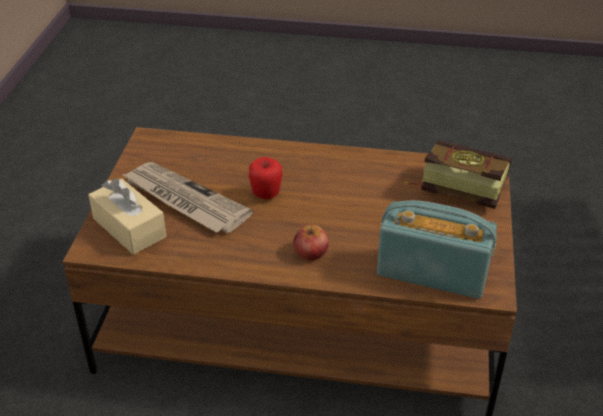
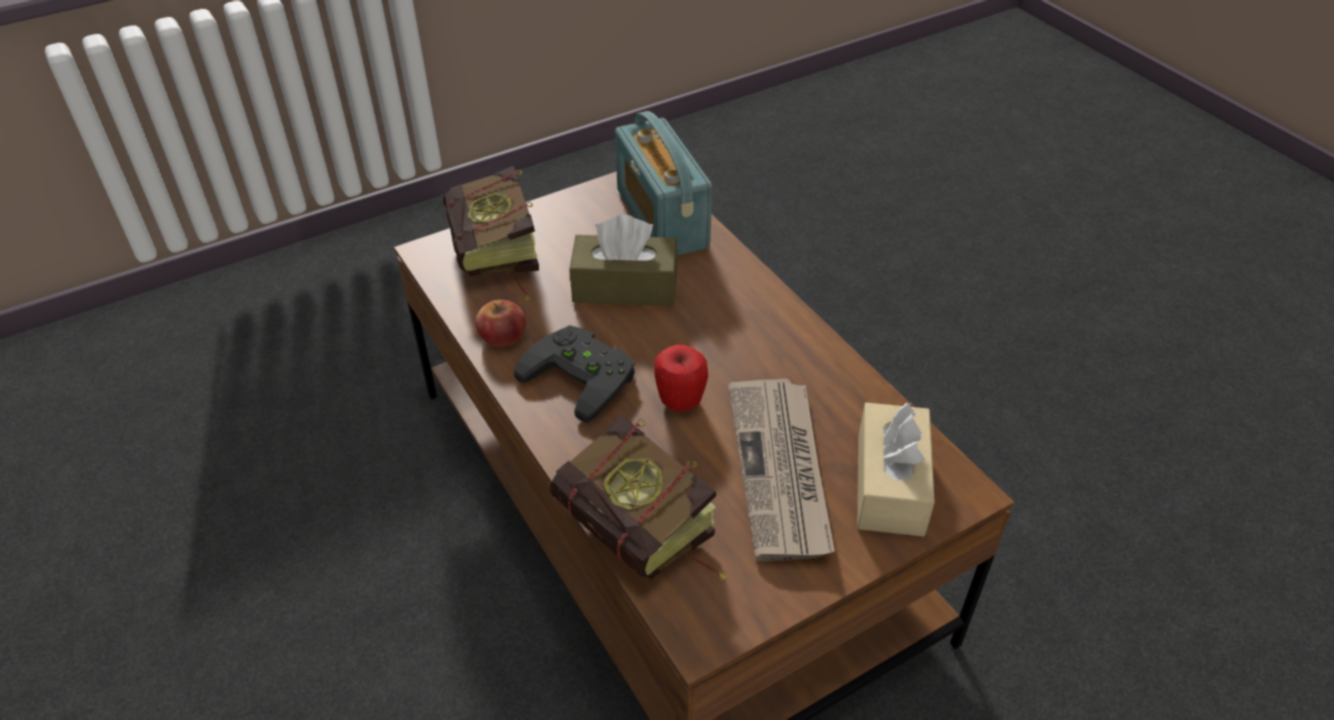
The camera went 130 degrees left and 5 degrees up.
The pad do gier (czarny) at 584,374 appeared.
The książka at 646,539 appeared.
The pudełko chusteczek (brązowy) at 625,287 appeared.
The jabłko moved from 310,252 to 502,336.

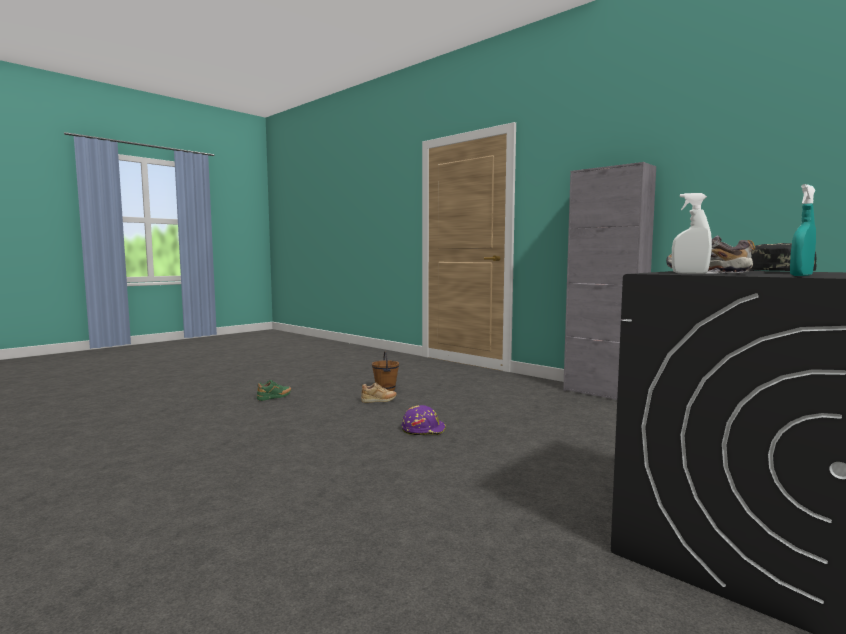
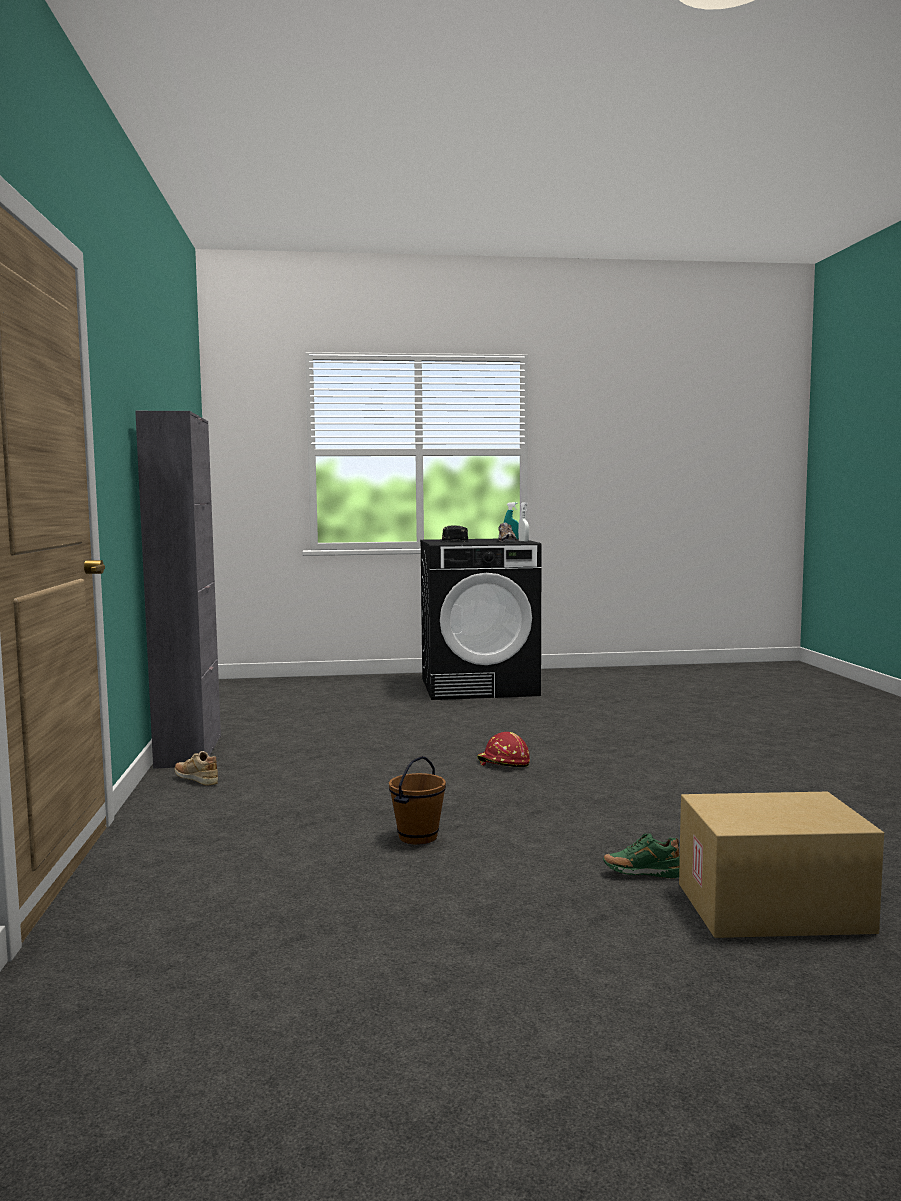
The camera went 140 degrees left and 0 degrees up.
The karton at 772,909 appeared.
The but (beżowy) moved from 379,401 to 196,780.
The kask (fioletowy) at 423,429 became the kask (czerwony) at 503,763.

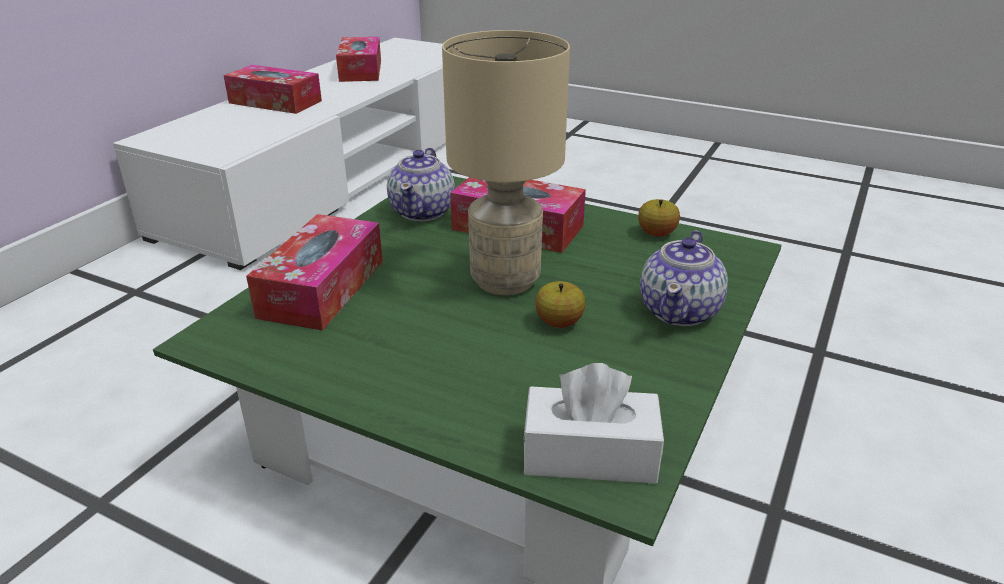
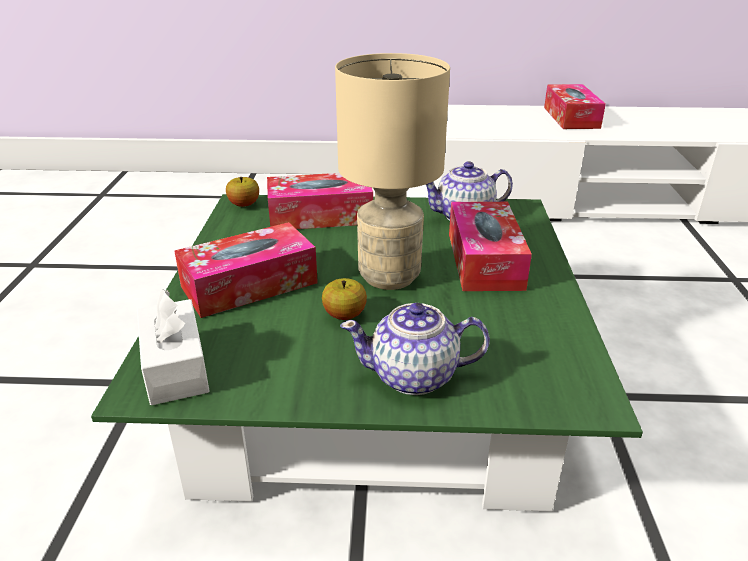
The camera went 65 degrees right and 0 degrees up.
The pudełko chusteczek moved from 360,70 to 249,285.
The jabłko moved from 656,233 to 244,205.

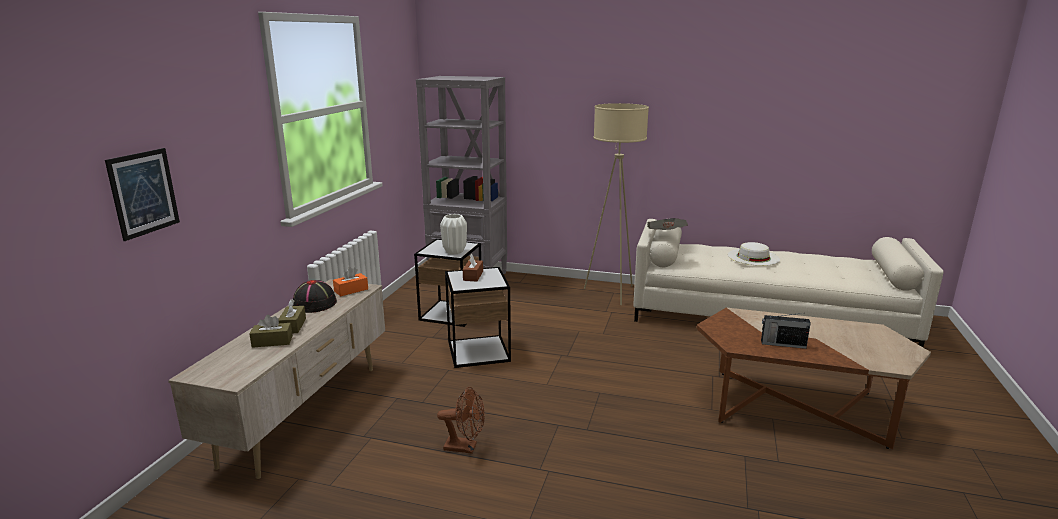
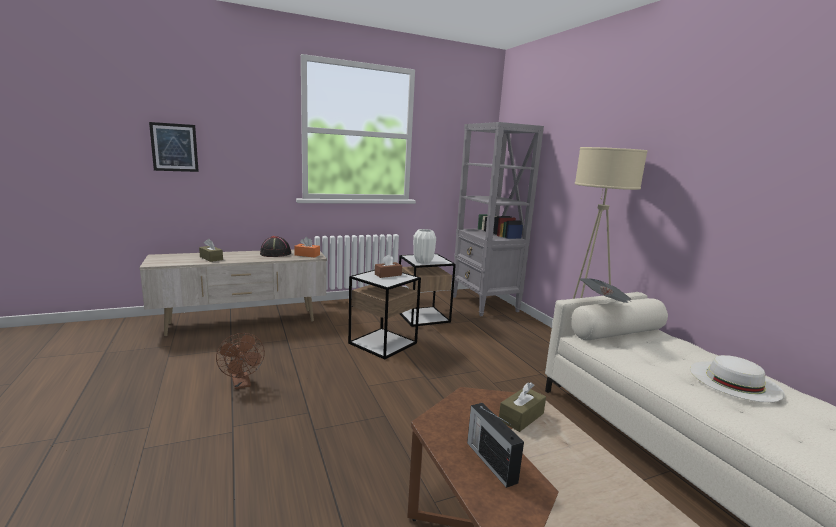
The camera went 50 degrees right and 5 degrees down.
The pudełko chusteczek (brązowy) moved from 293,326 to 521,417.

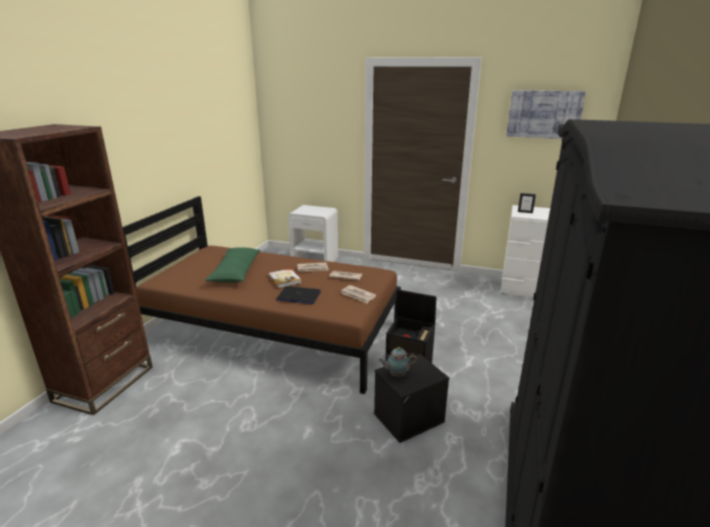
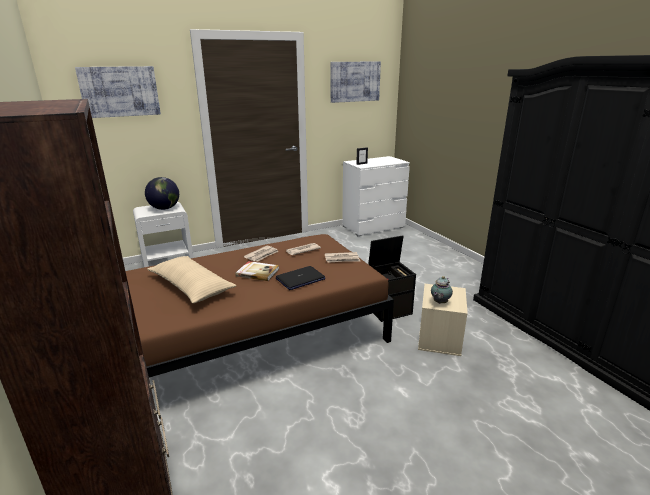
The camera went 45 degrees left and 0 degrees up.
The obraz at 120,91 appeared.
The globus at 165,208 appeared.
The poduszka (zielony) at 235,272 became the poduszka (beżowy) at 191,287.
The pojemnik do przechowywania (czarny) at 409,417 became the pojemnik do przechowywania (beżowy) at 439,338.

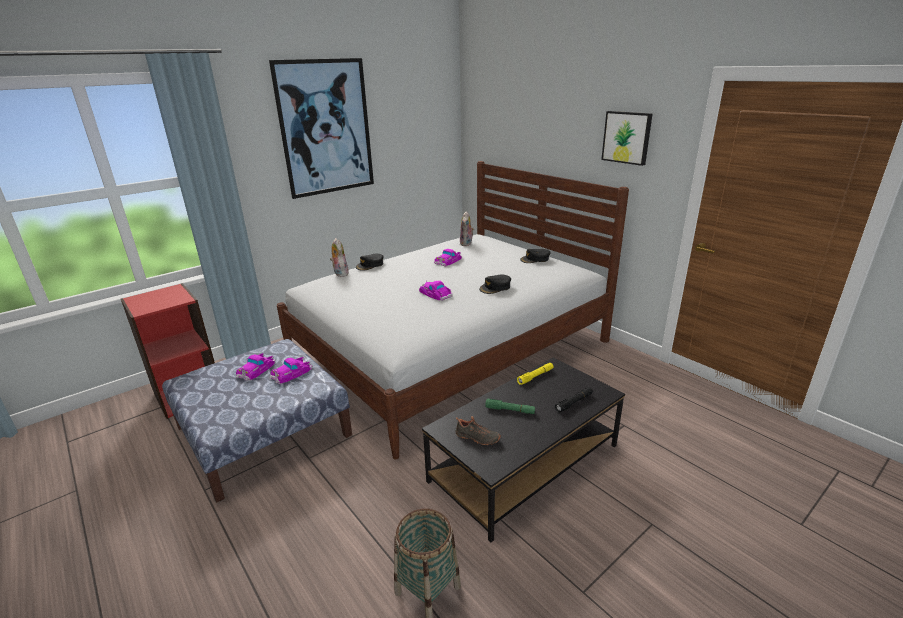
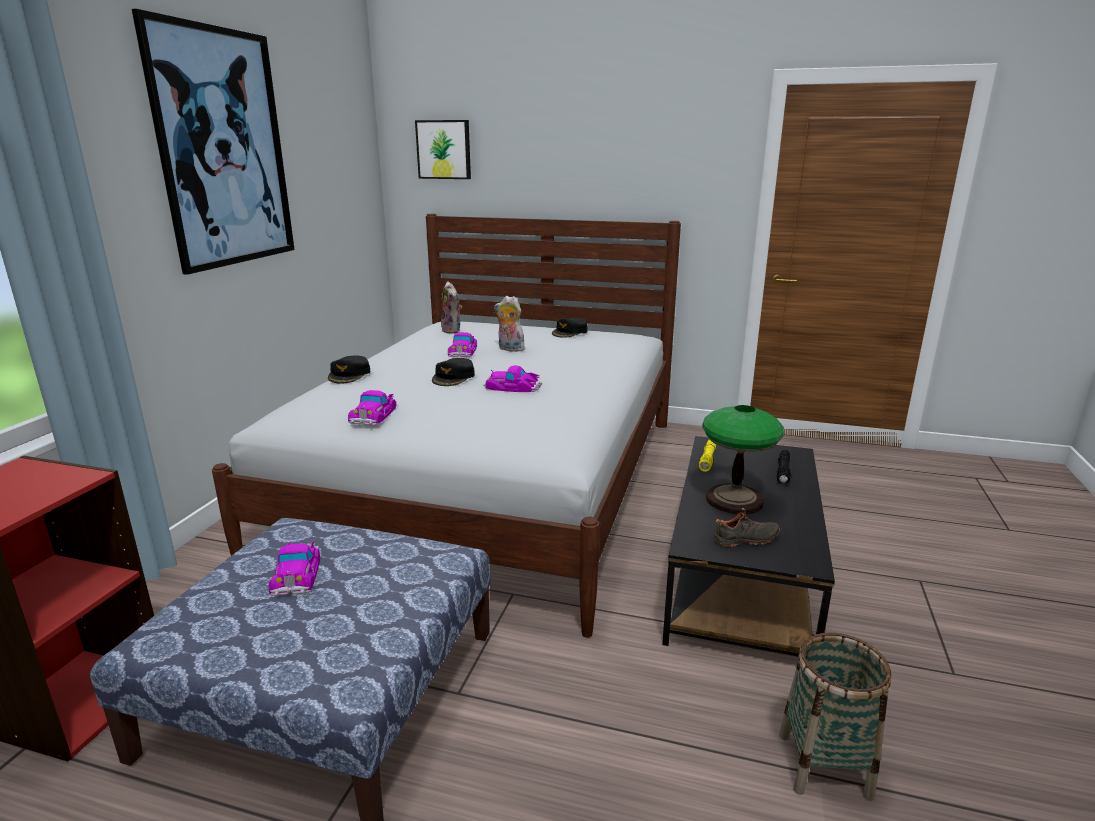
The camera went 35 degrees left and 5 degrees down.
The samochodzik moved from 291,373 to 374,414.
The pluszak moved from 340,273 to 509,349.
The czapka z daszkiem (czarny) moved from 495,287 to 453,377.
The obraz moved from 627,137 to 444,149.
The latarka (zielony) at 510,410 was replaced by the lampa stołowa at 735,500.

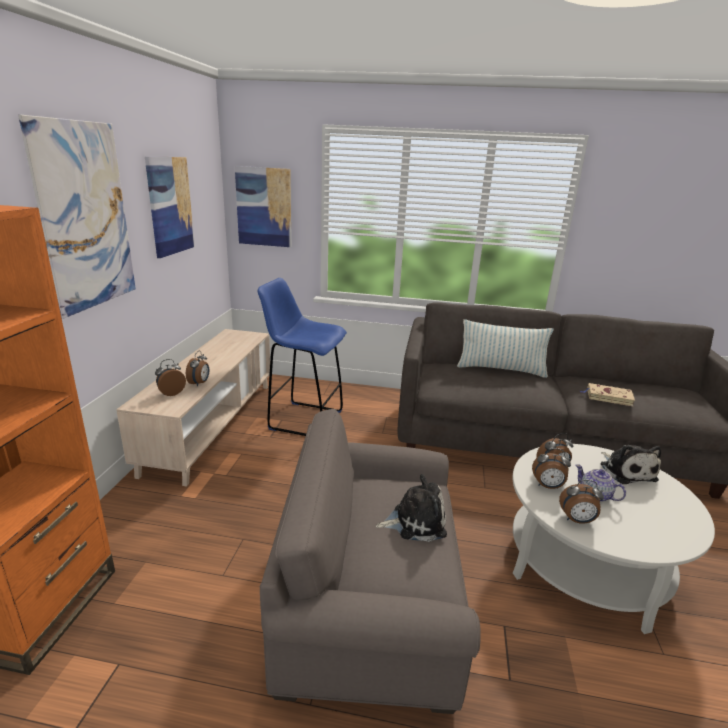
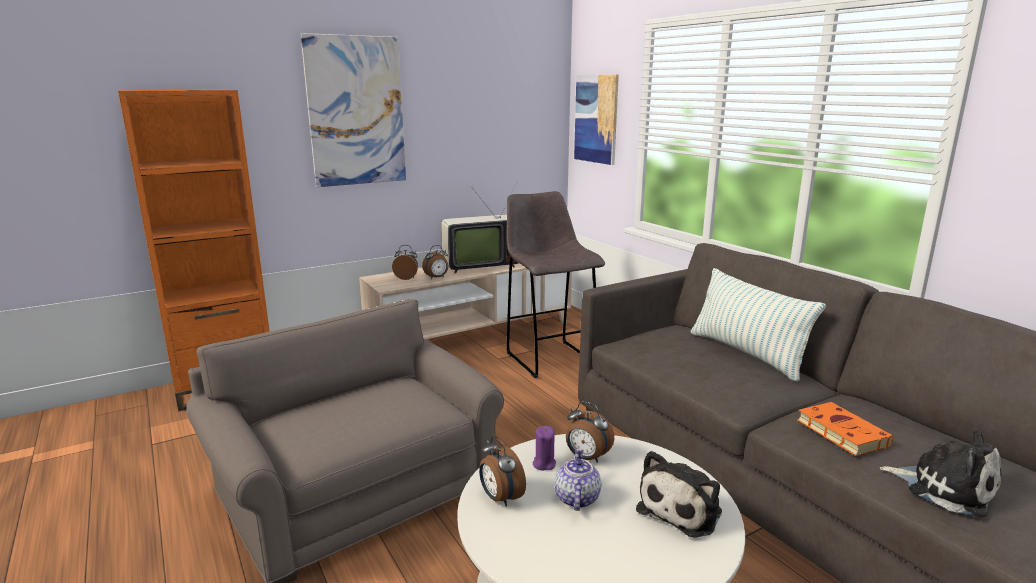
The camera went 50 degrees right and 5 degrees down.
The obraz at 170,206 disappeared.
The telewizor at 478,265 appeared.
The pluszak moved from 415,521 to 945,487.
The budzik at 547,486 was replaced by the świeca (fioletowy) at 544,464.
The stołek (niebieski) at 303,419 became the stołek (szary) at 549,358.
The książka (beżowy) at 607,397 became the książka (pomarańczowy) at 839,432.

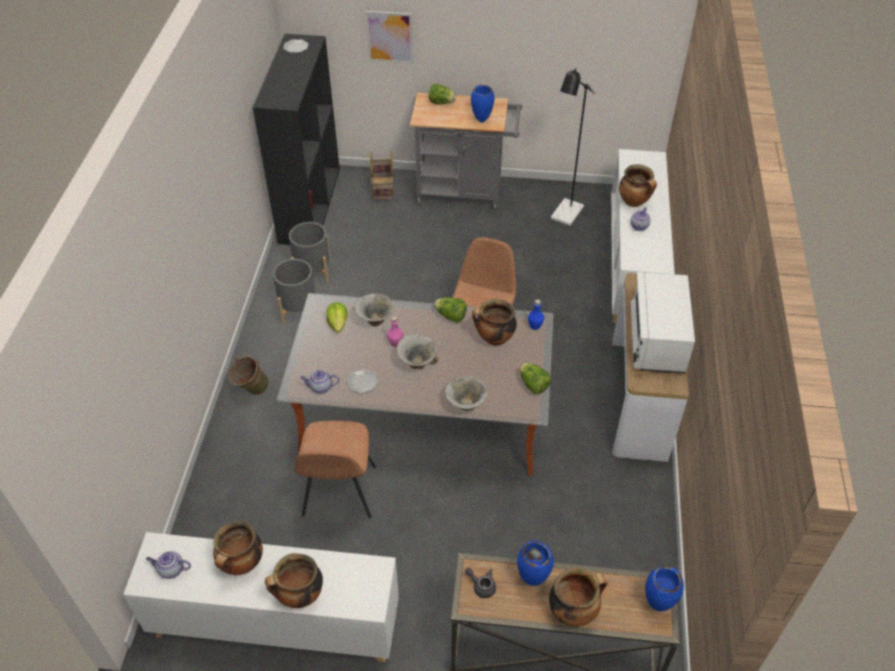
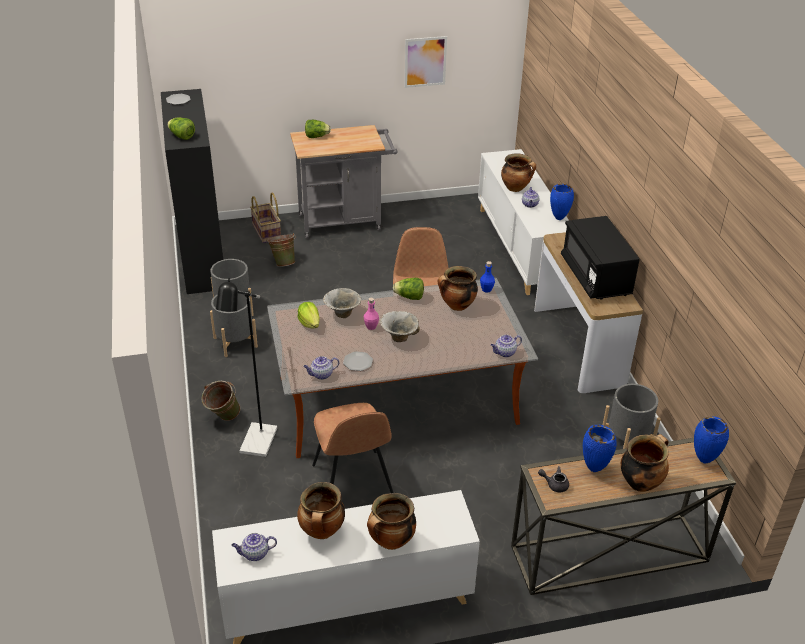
The camera went 20 degrees left and 10 degrees down.
The miska at 465,404 disappeared.
The wiadro (zielony) at 283,262 appeared.
The imbryk at 505,353 appeared.
The donica (szary) at 627,440 appeared.
The obraz moved from 390,37 to 425,61.
The wazon (niebieski) moved from 481,121 to 558,219.
The sałata moved from 533,385 to 182,136.
The lampa stojąca (czarny) moved from 564,217 to 256,446.
The mikrofalówka (biały) at 656,340 became the mikrofalówka (czarny) at 595,277.

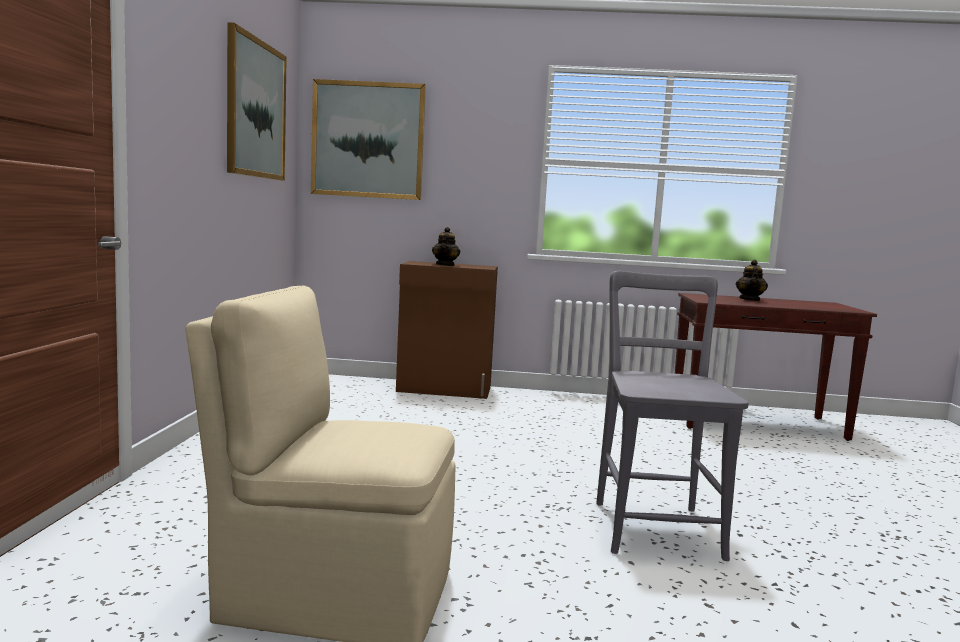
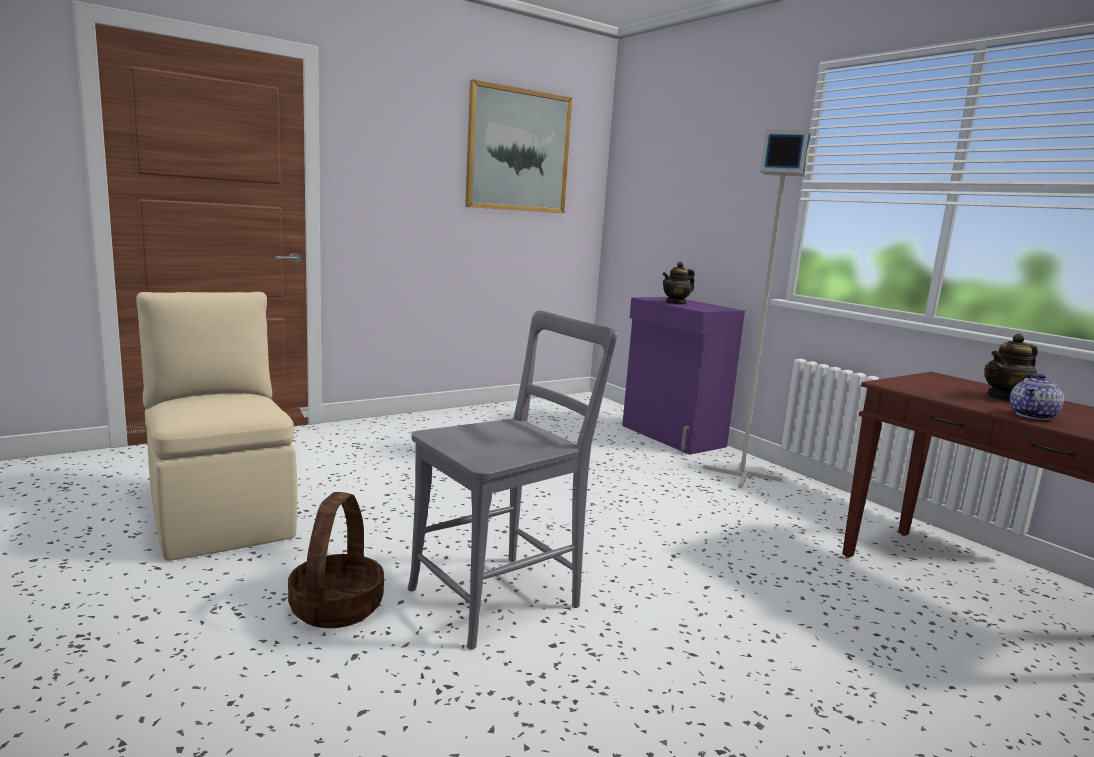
The camera went 50 degrees right and 5 degrees up.
The obraz at 368,140 disappeared.
The koszyk at 336,607 appeared.
The lampa stojąca (szary) at 741,474 appeared.
The imbryk at 1033,415 appeared.
The szafka (brązowy) at 445,389 became the szafka (fioletowy) at 672,436.

